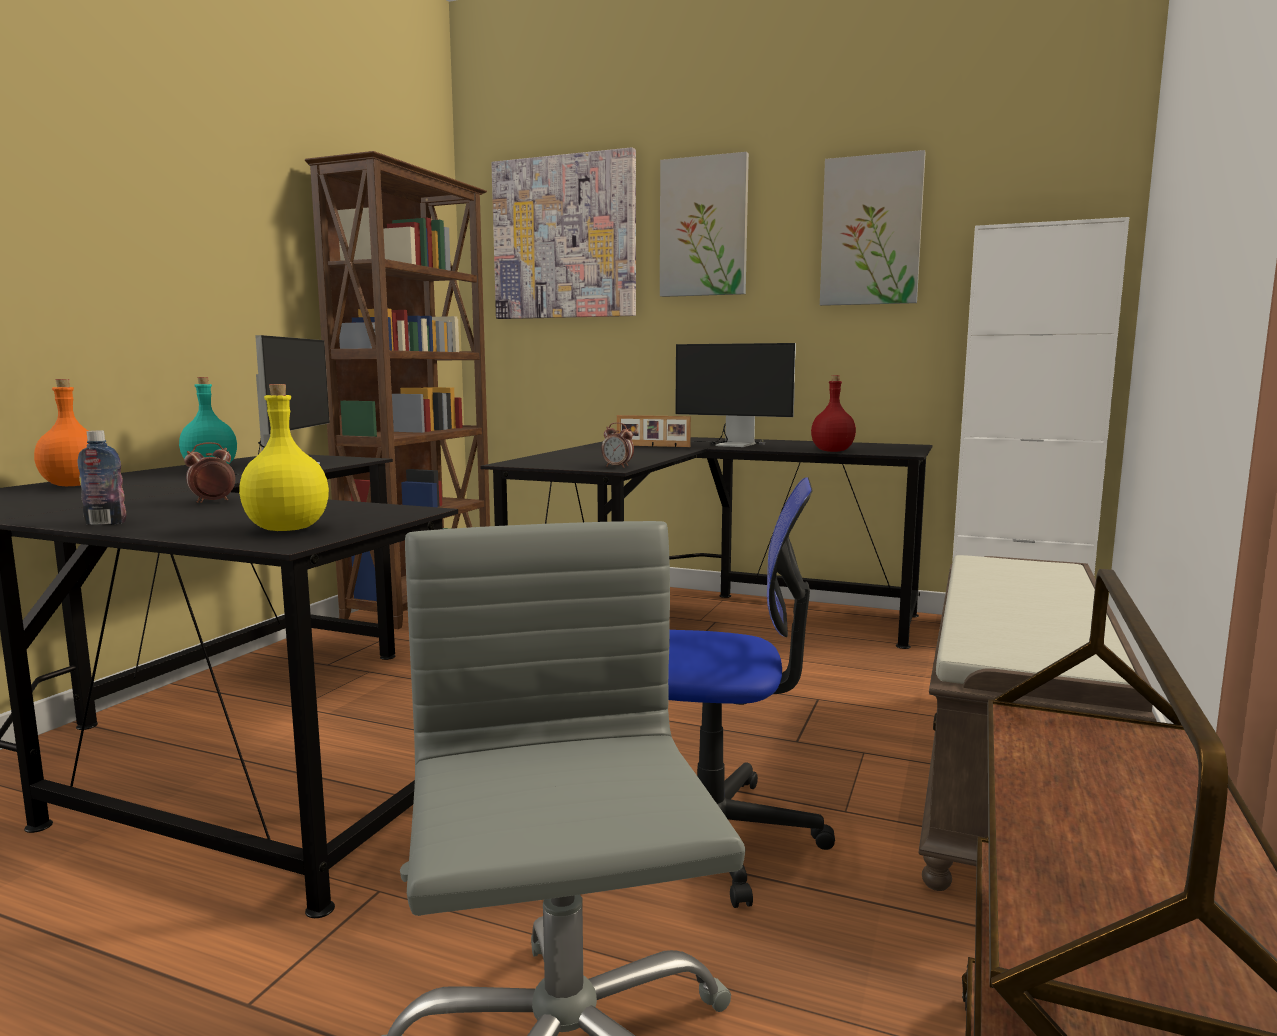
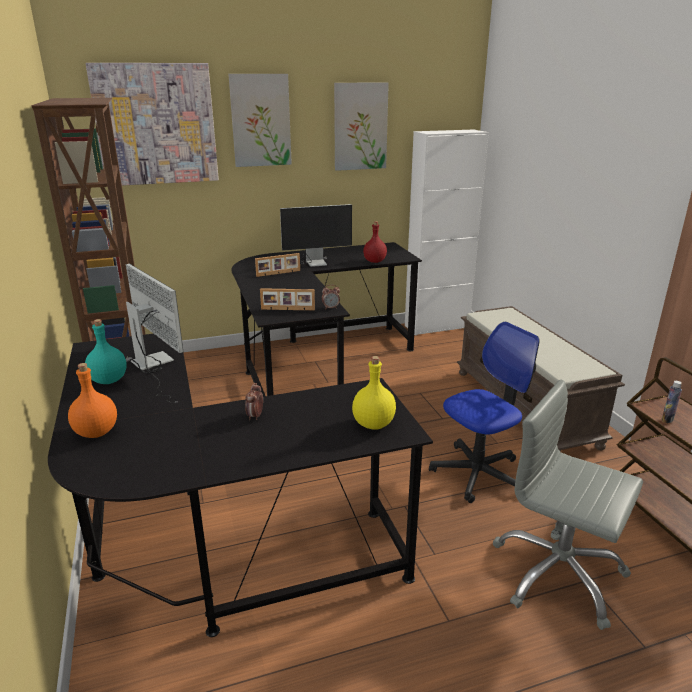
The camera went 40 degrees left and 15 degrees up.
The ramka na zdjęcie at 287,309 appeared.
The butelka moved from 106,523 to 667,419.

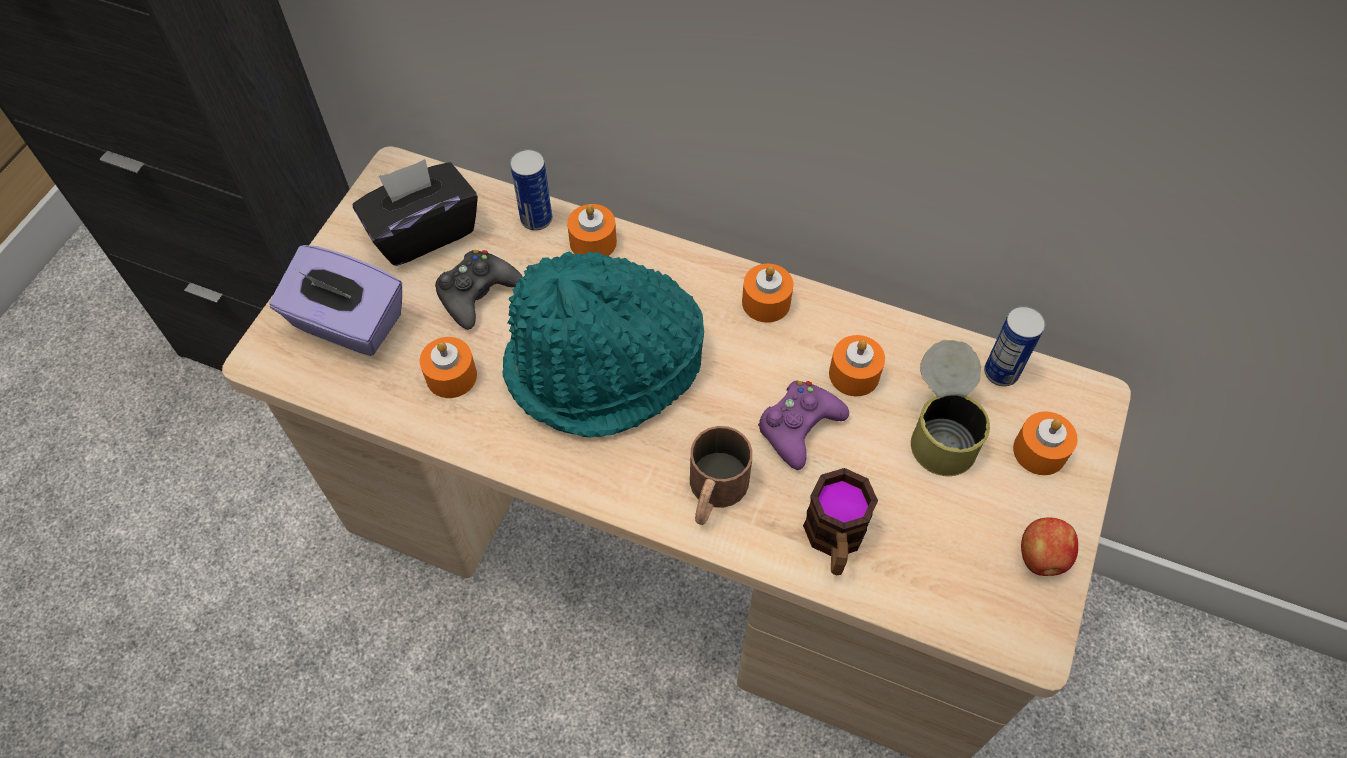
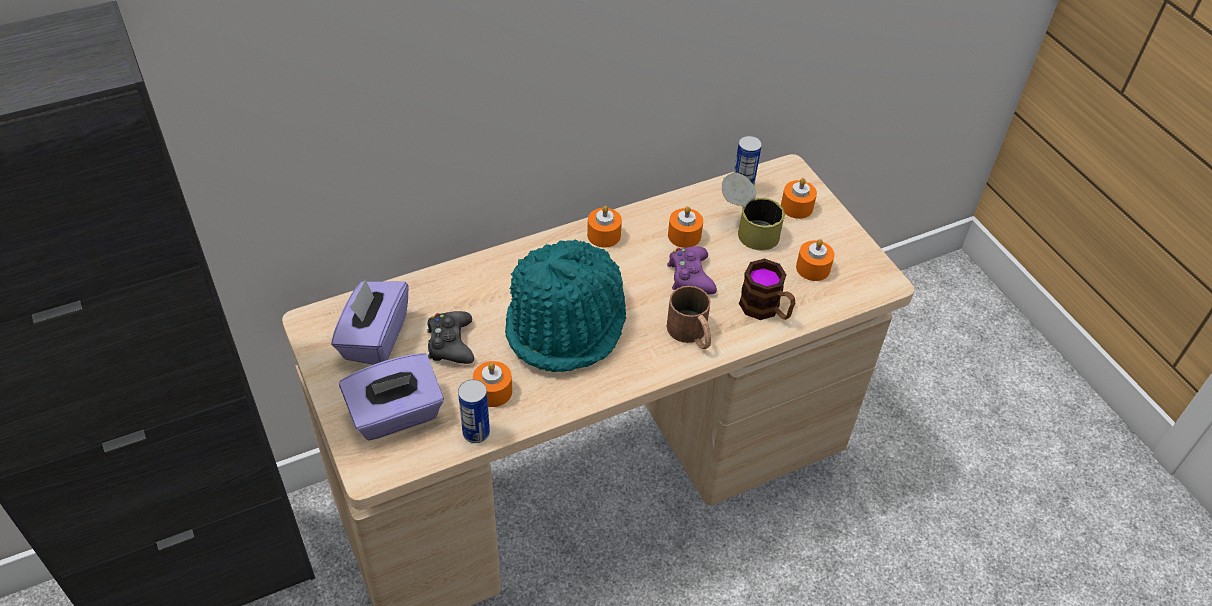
The camera went 50 degrees left and 10 degrees down.
The jabłko at 1041,558 disappeared.
The puszka moved from 536,219 to 476,432.
The świeca (pomarańczowy) moved from 593,242 to 813,268.
The pudełko chusteczek (czarny) at 423,232 became the pudełko chusteczek (fioletowy) at 374,338.

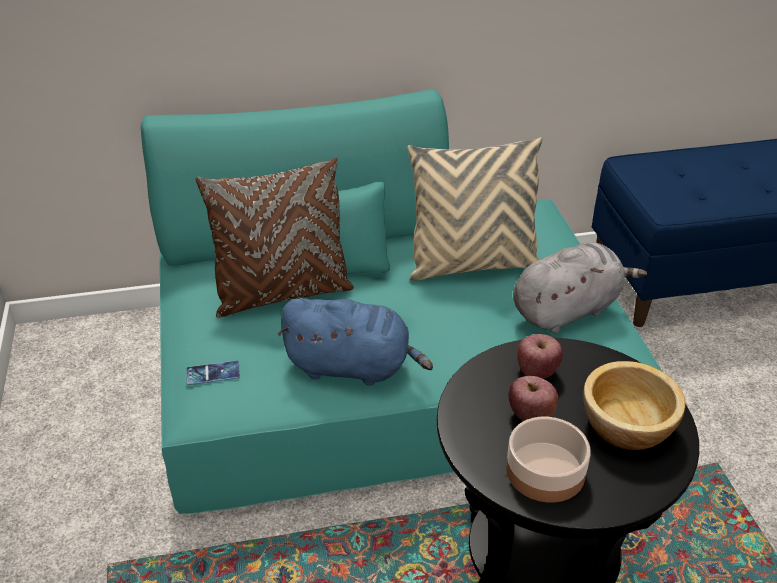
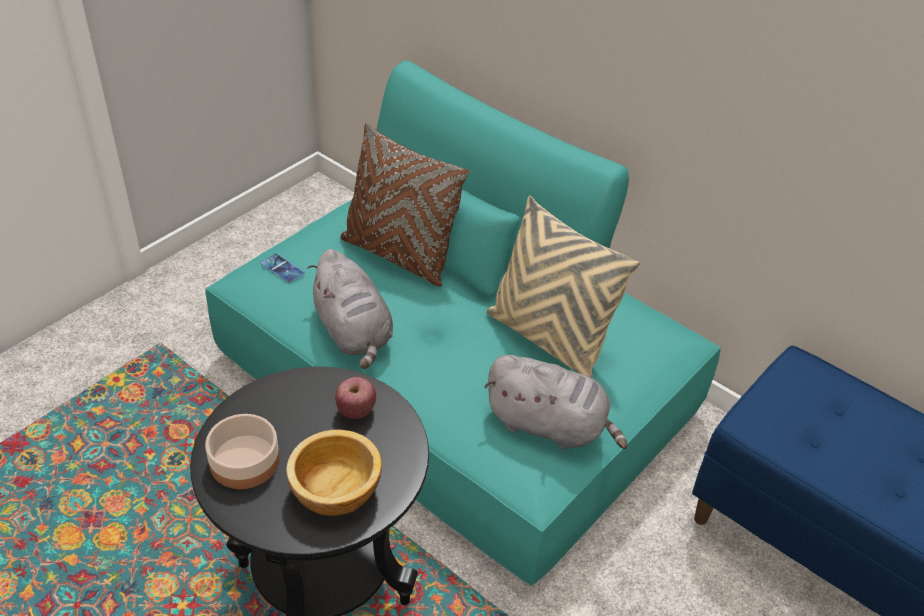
The camera went 50 degrees right and 5 degrees up.
The jabłko at 531,415 disappeared.
The pluszak (niebieski) at 353,367 became the pluszak (szary) at 354,333.

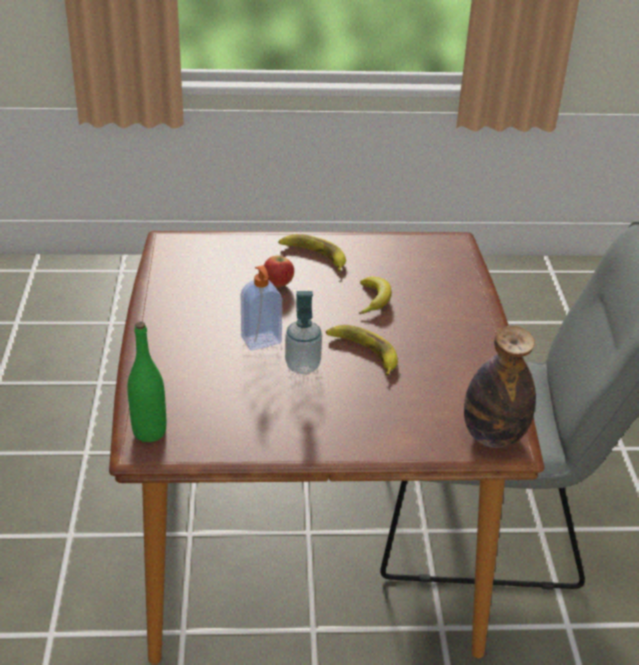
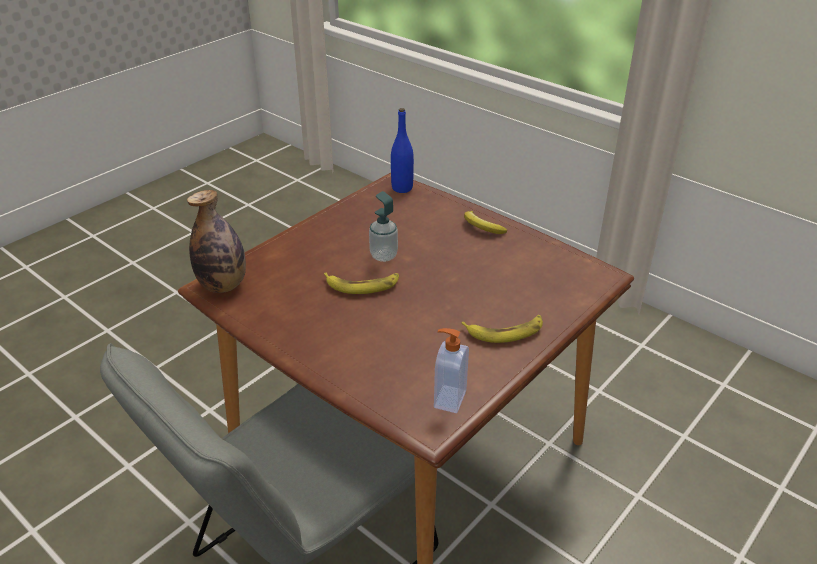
The camera went 135 degrees right and 0 degrees up.
The jabłko at 278,284 disappeared.
The dozownik mydła moved from 261,341 to 448,399.
The banan moved from 374,300 to 482,227.
The butelka (zielony) at 149,432 became the butelka (niebieski) at 402,188.

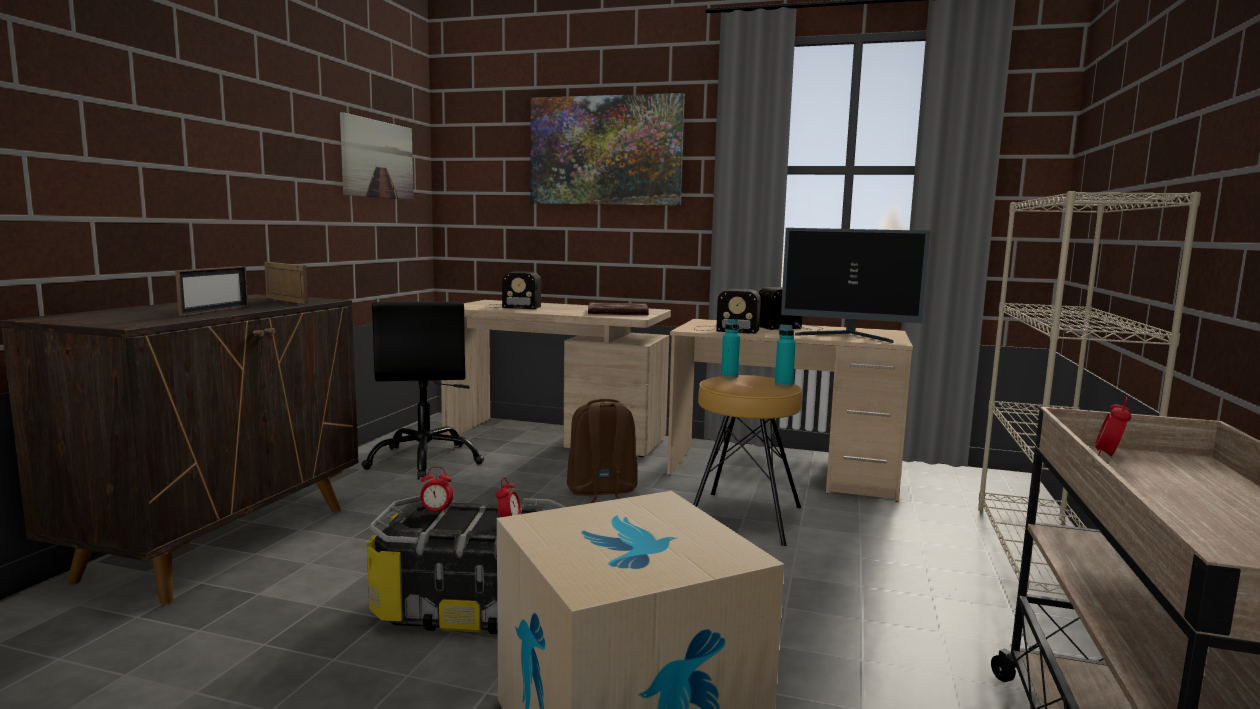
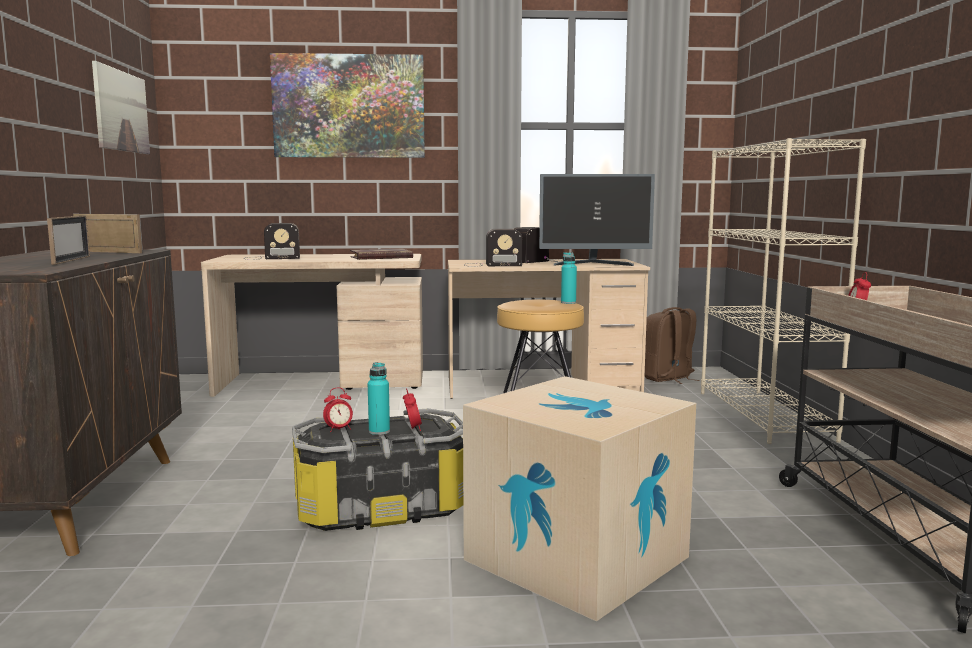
The camera went 20 degrees left and 0 degrees up.
The krzesło biurowe (czarny) at 425,460 disappeared.
The plecak (brązowy) moved from 601,492 to 668,378.
The butelka (turkusowy) moved from 729,376 to 379,431.

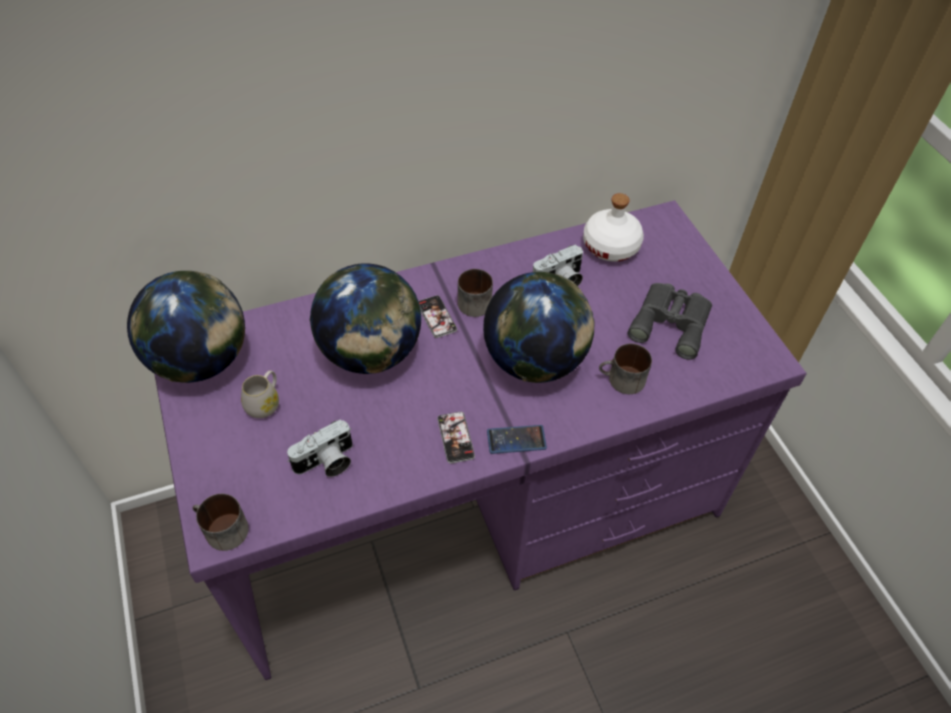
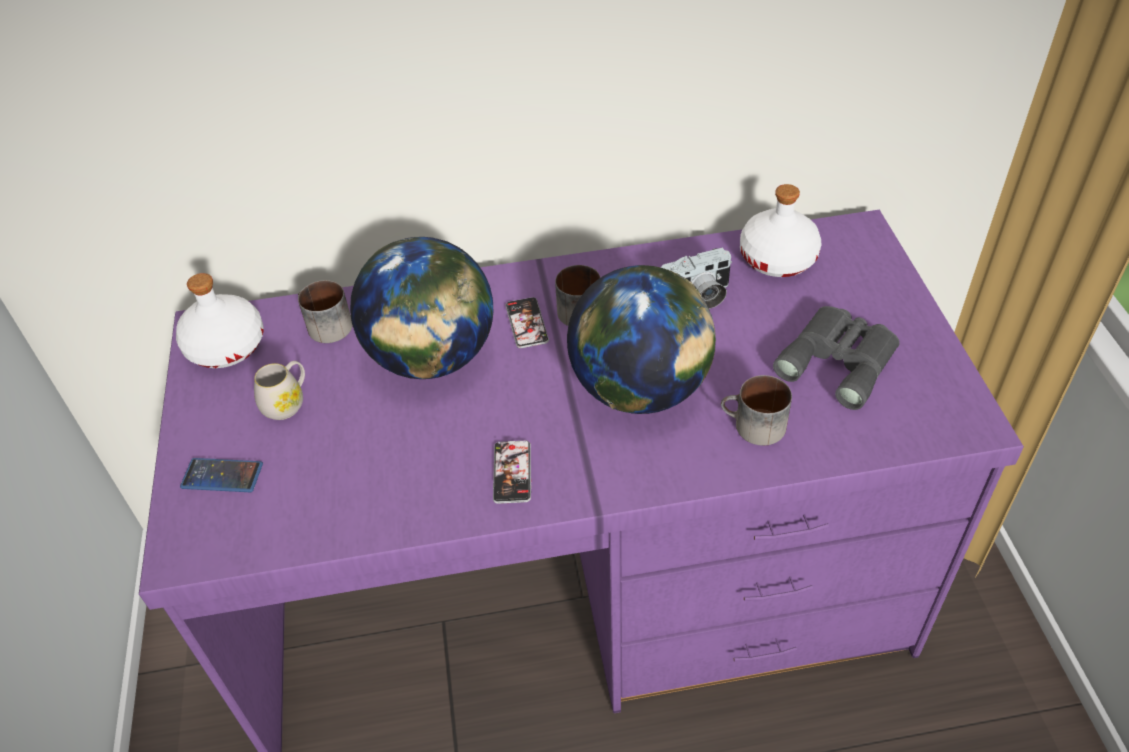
The camera went 15 degrees right and 5 degrees down.
The aparat fotograficzny at 326,462 disappeared.
The kubek moved from 221,530 to 324,326.
The telefon moved from 516,440 to 222,476.
The globus at 201,361 was replaced by the butelka (biały) at 227,346.

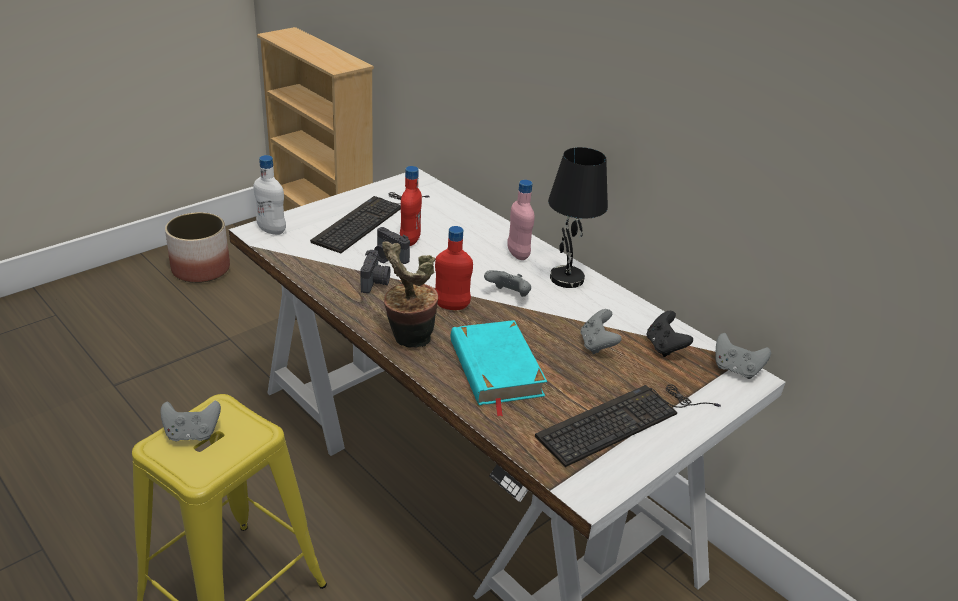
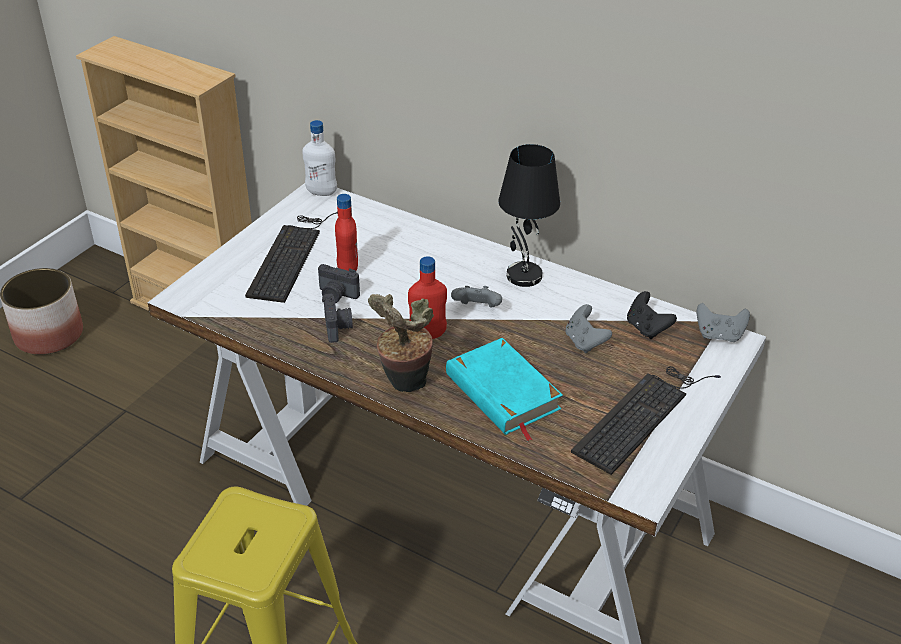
The camera went 15 degrees left and 5 degrees up.
The pad do gier (szary) at 192,434 disappeared.
The butelka (różowy) at 518,254 disappeared.
The butelka (biały) moved from 272,230 to 321,192.

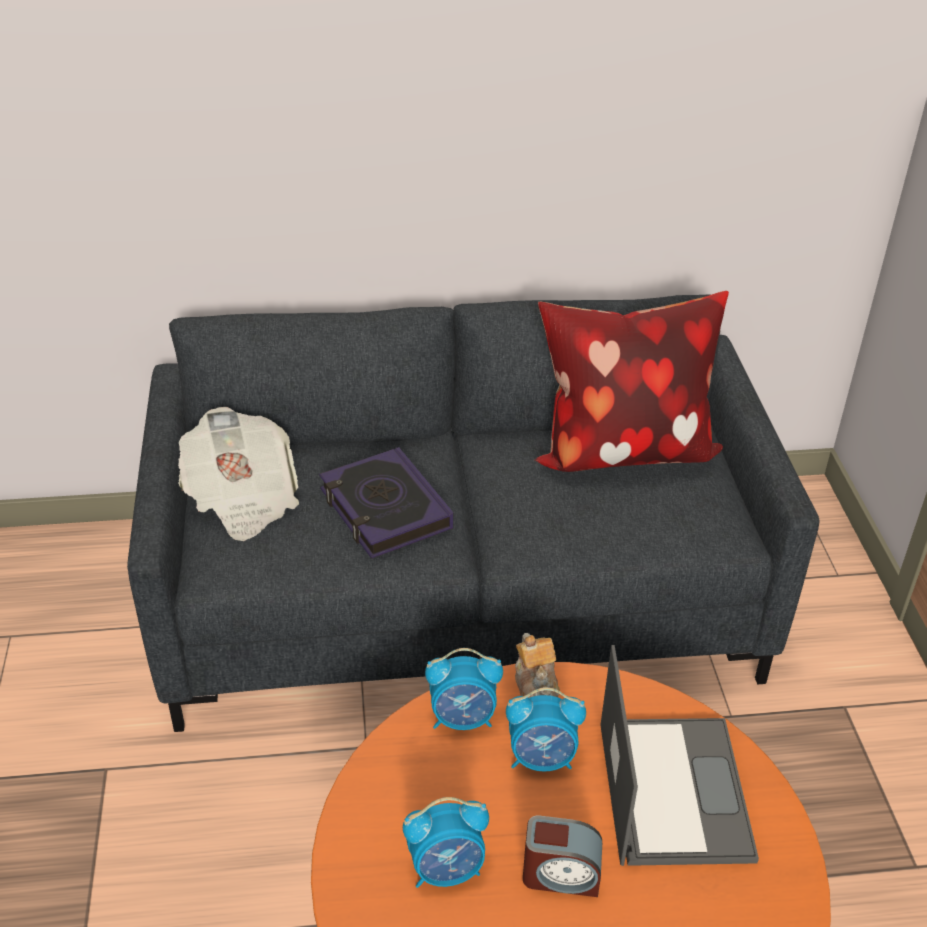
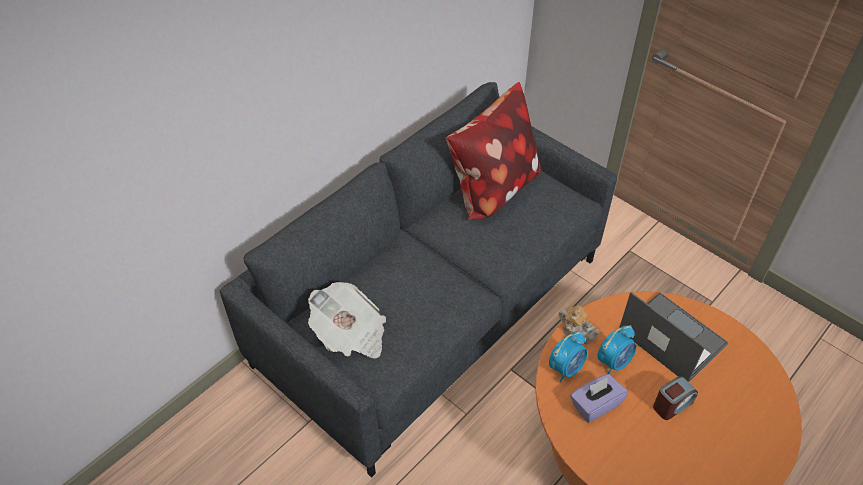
The camera went 40 degrees left and 10 degrees up.
The książka at 385,510 disappeared.
The budzik at 447,869 disappeared.
The pudełko chusteczek (fioletowy) at 595,405 appeared.

